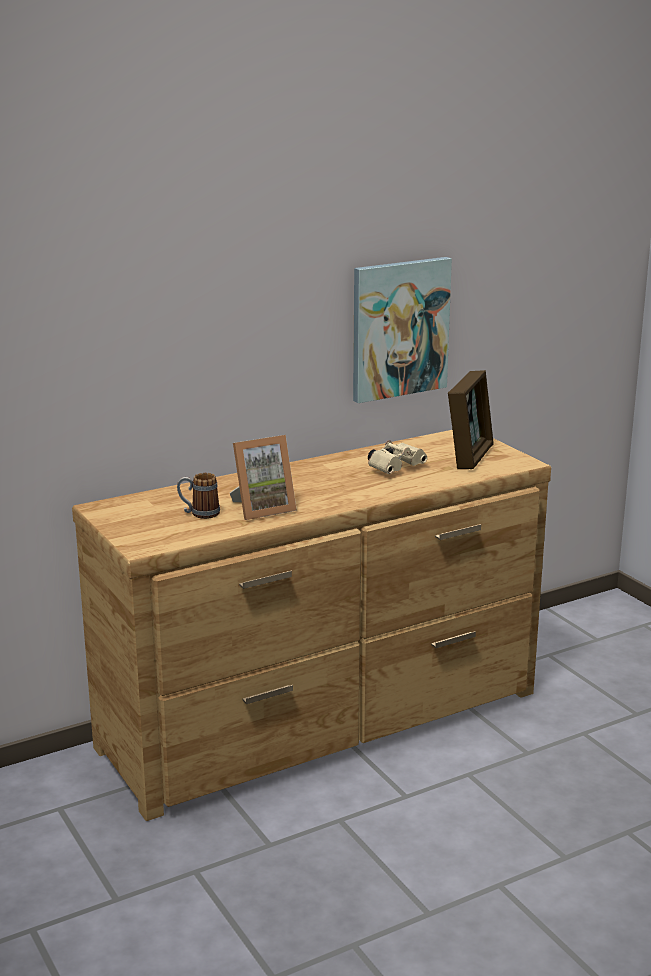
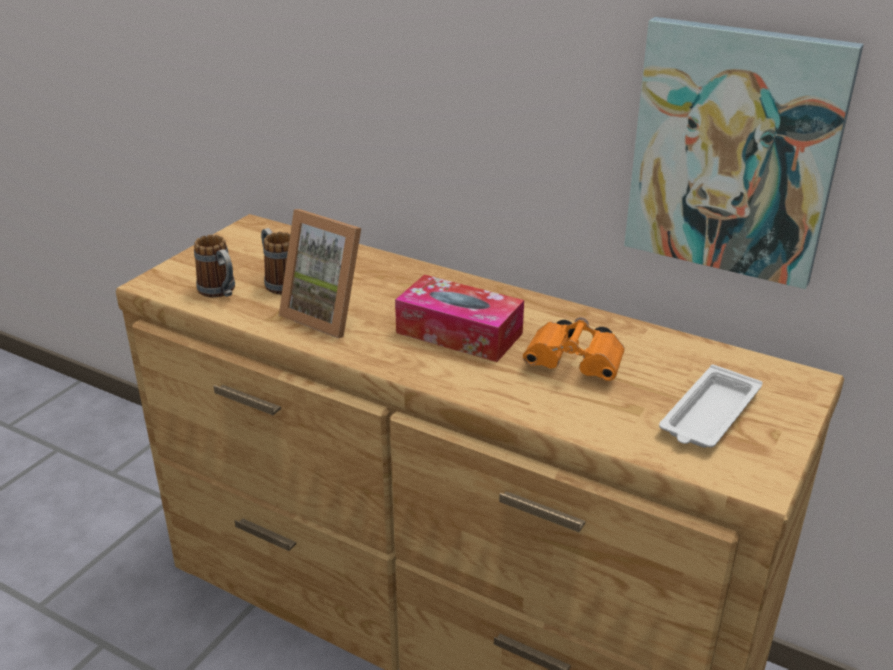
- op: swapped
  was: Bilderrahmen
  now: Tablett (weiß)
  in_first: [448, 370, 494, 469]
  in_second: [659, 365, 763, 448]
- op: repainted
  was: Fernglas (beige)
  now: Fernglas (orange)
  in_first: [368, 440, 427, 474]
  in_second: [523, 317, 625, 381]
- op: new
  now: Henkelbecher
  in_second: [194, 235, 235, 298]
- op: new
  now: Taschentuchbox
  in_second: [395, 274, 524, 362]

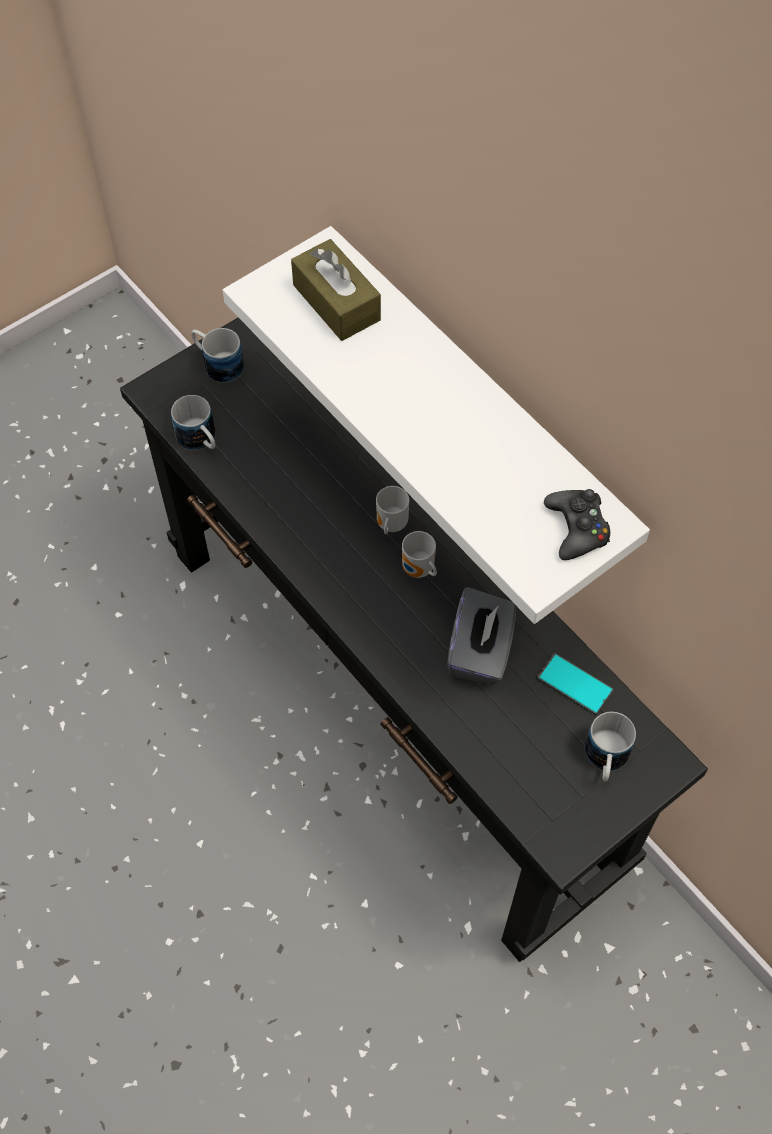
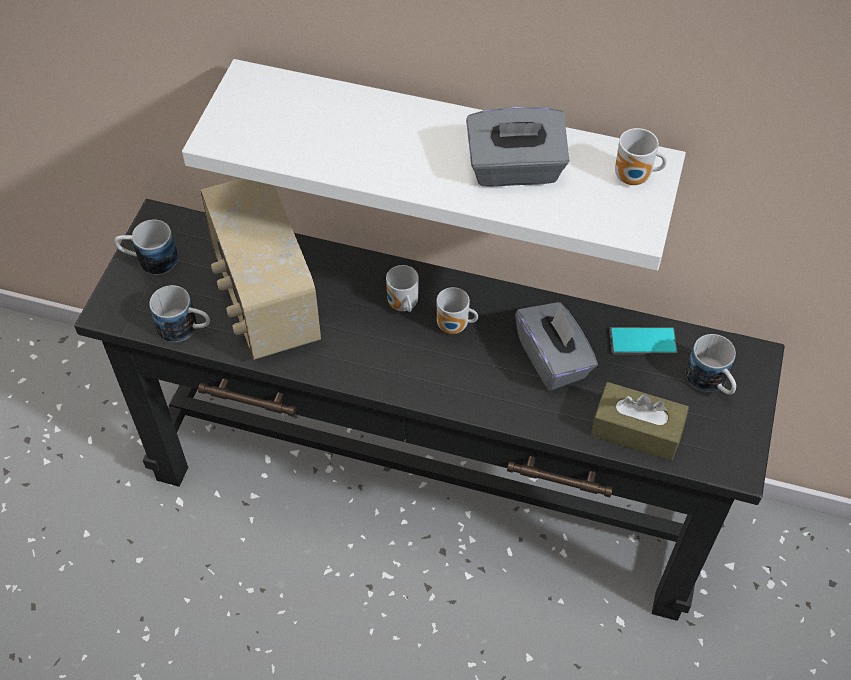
- op: shifted
  was: Taschentuchbox (braun)
  in_first: [291, 239, 381, 341]
  in_second: [591, 382, 689, 461]
- op: swapped
  was: Gamepad (schwarz)
  now: Henkelbecher
  in_first: [544, 489, 610, 560]
  in_second: [615, 128, 667, 185]
- op: new
  now: Taschentuchbox (grau)
  in_second: [466, 107, 569, 187]
- op: new
  now: Radio
  in_second: [200, 178, 321, 360]

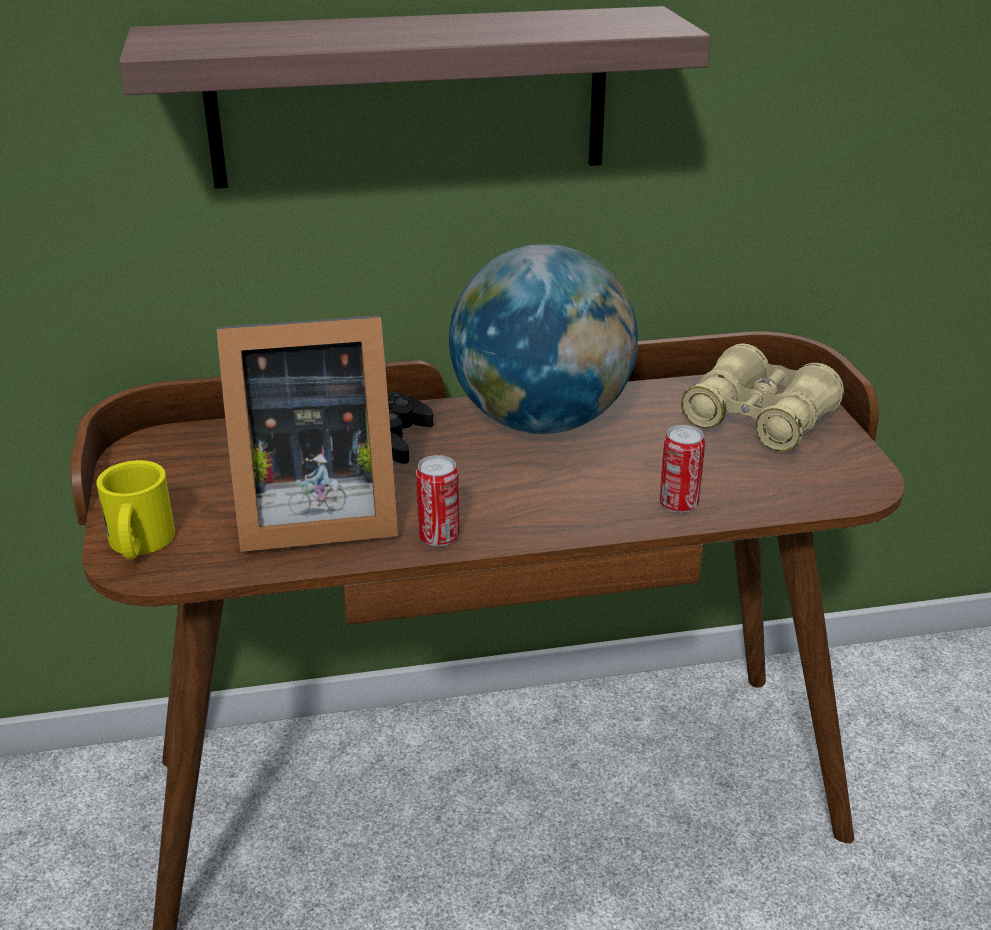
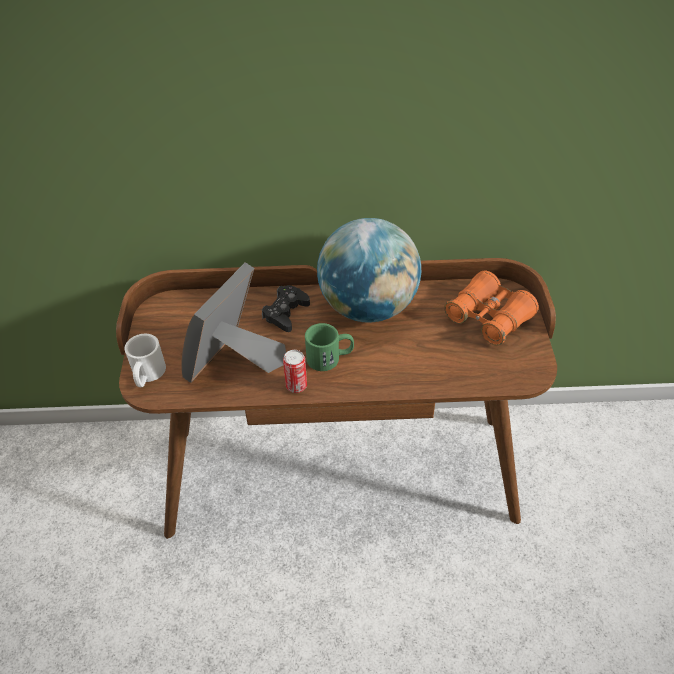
- op: gone
  was: Wandregal
  in_first: [119, 6, 711, 189]
- op: rotated
  was: Bilderrahmen
  in_first: [216, 315, 398, 552]
  in_second: [181, 262, 286, 383]
  clockwise: 120
- op: repainted
  was: Fernglas (beige)
  now: Fernglas (orange)
  in_first: [681, 344, 844, 452]
  in_second: [444, 271, 539, 345]
- op: gone
  was: Dose
  in_first: [659, 425, 705, 513]
- op: repainted
  was: Henkelbecher (gelb)
  now: Henkelbecher (weiß)
  in_first: [96, 460, 175, 559]
  in_second: [124, 334, 166, 387]
- op: new
  now: Henkelbecher (grün)
  in_second: [305, 323, 354, 371]

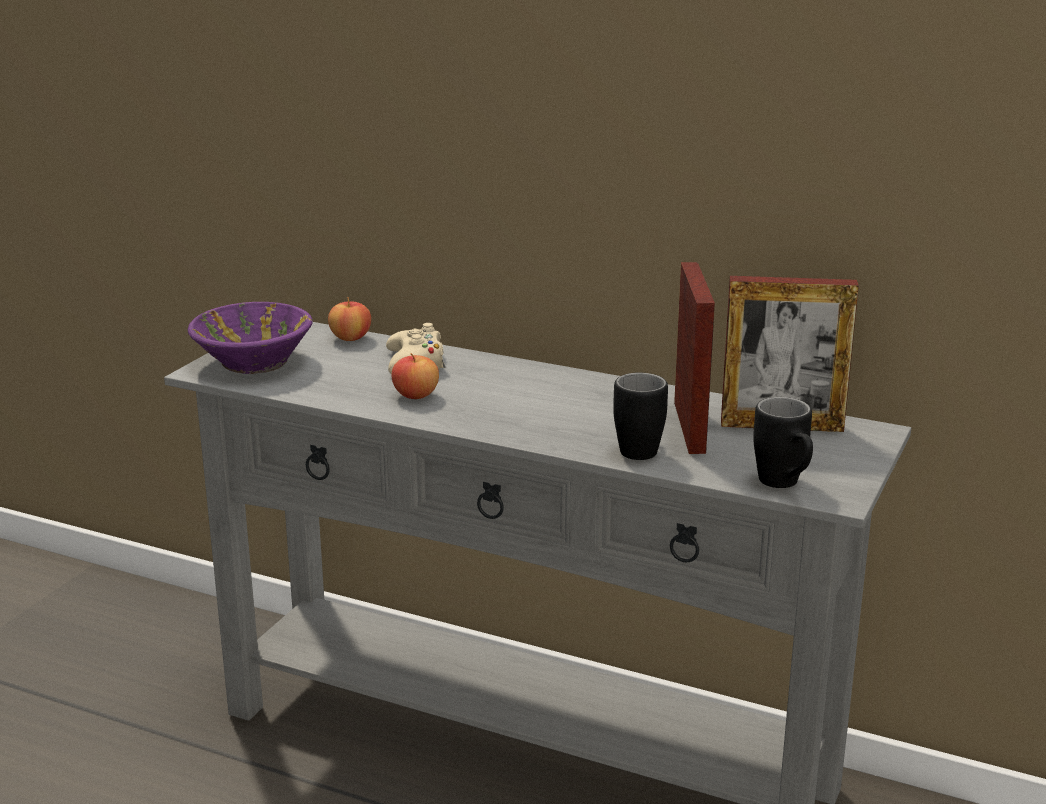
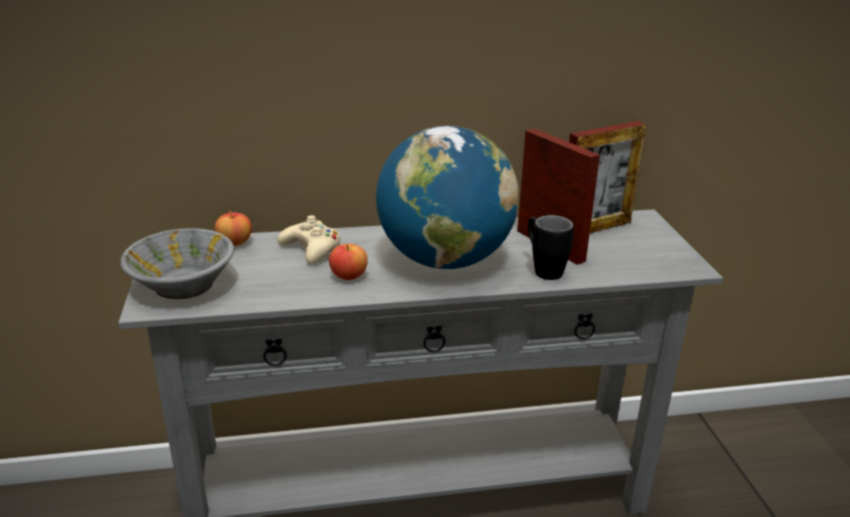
- op: repainted
  was: Schüssel (lila)
  now: Schüssel (grau)
  in_first: [188, 302, 312, 374]
  in_second: [120, 228, 234, 299]
- op: gone
  was: Henkelbecher (schwarz)
  in_first: [753, 397, 813, 488]
- op: new
  now: Globus
  in_second: [376, 126, 519, 269]

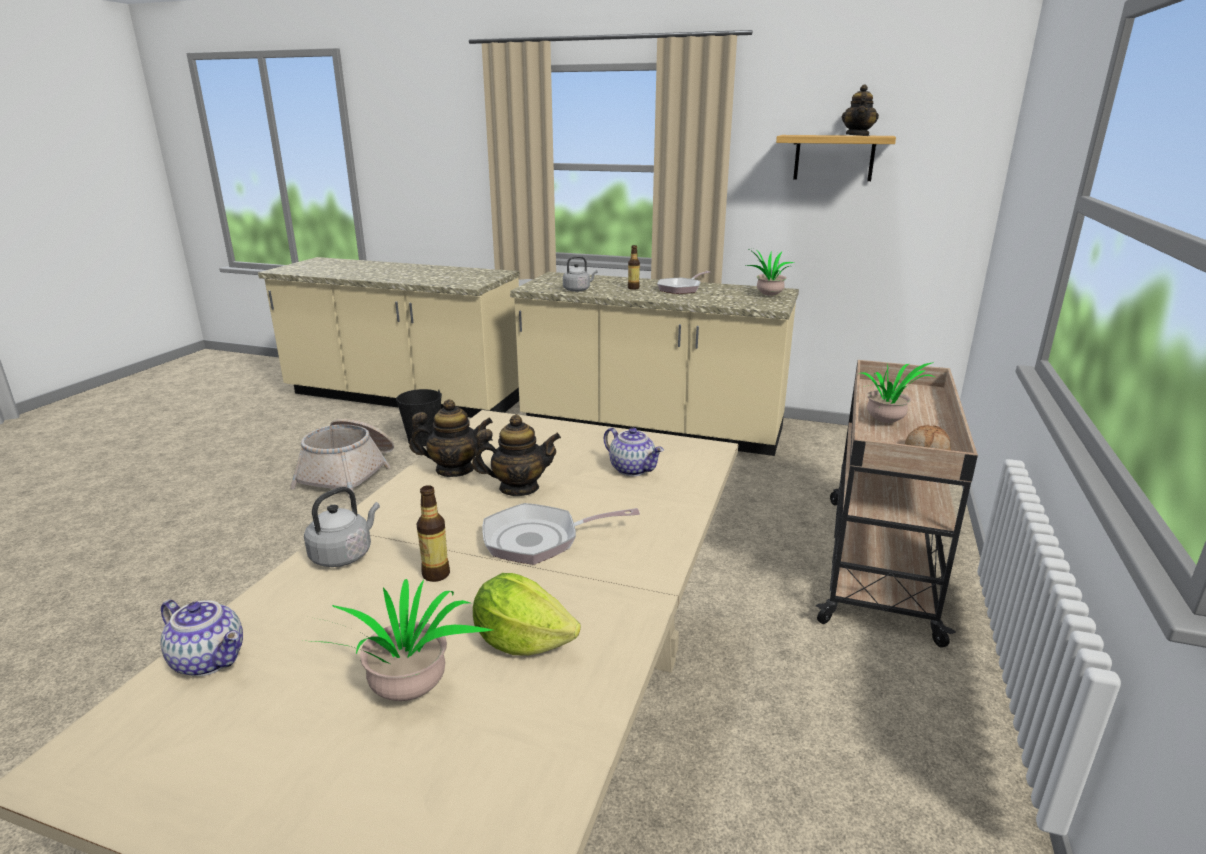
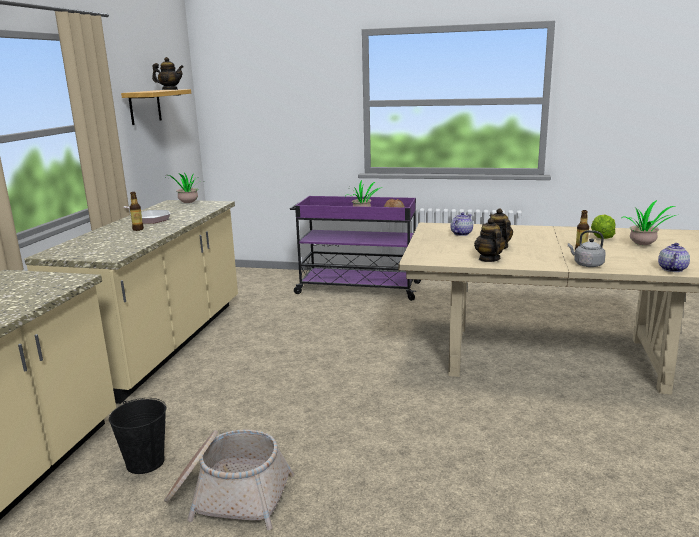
- op: gone
  was: Wasserkessel (grau)
  in_first: [563, 256, 597, 292]
- op: repainted
  was: Rollwagen (beige)
  now: Rollwagen (lila)
  in_first: [816, 360, 978, 648]
  in_second: [290, 196, 421, 301]
- op: gone
  was: Pfanne
  in_first: [482, 503, 640, 565]

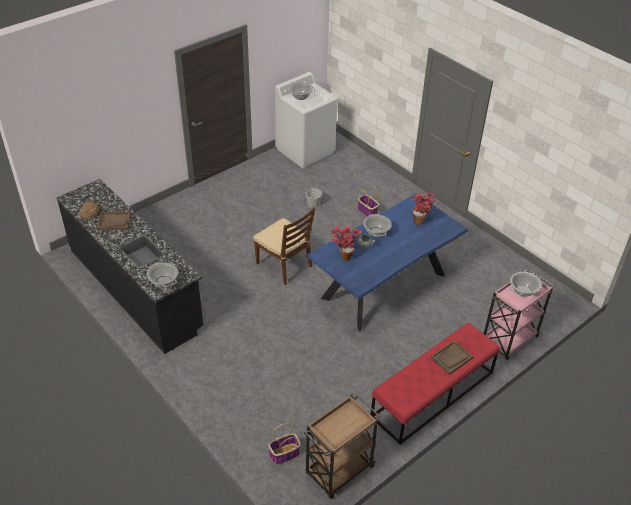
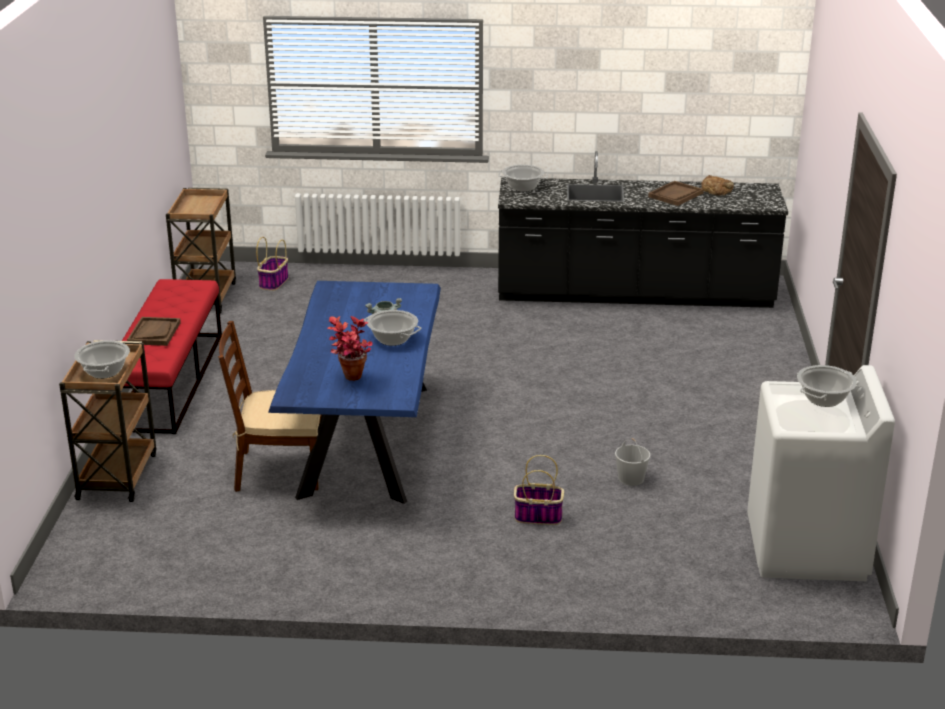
- op: shifted
  was: Stuhl (braun)
  in_first: [253, 207, 315, 285]
  in_second: [218, 321, 322, 492]
- op: gone
  was: Topfpflanze
  in_first: [331, 225, 362, 261]
- op: repainted
  was: Rollwagen (rosa)
  now: Rollwagen (braun)
  in_first: [484, 270, 554, 360]
  in_second: [59, 340, 156, 502]

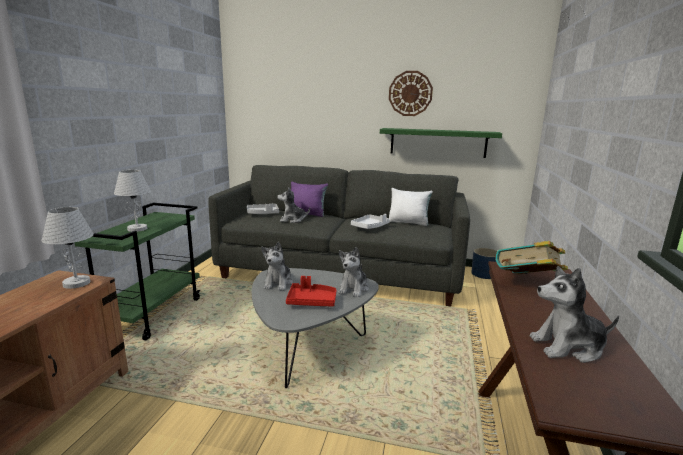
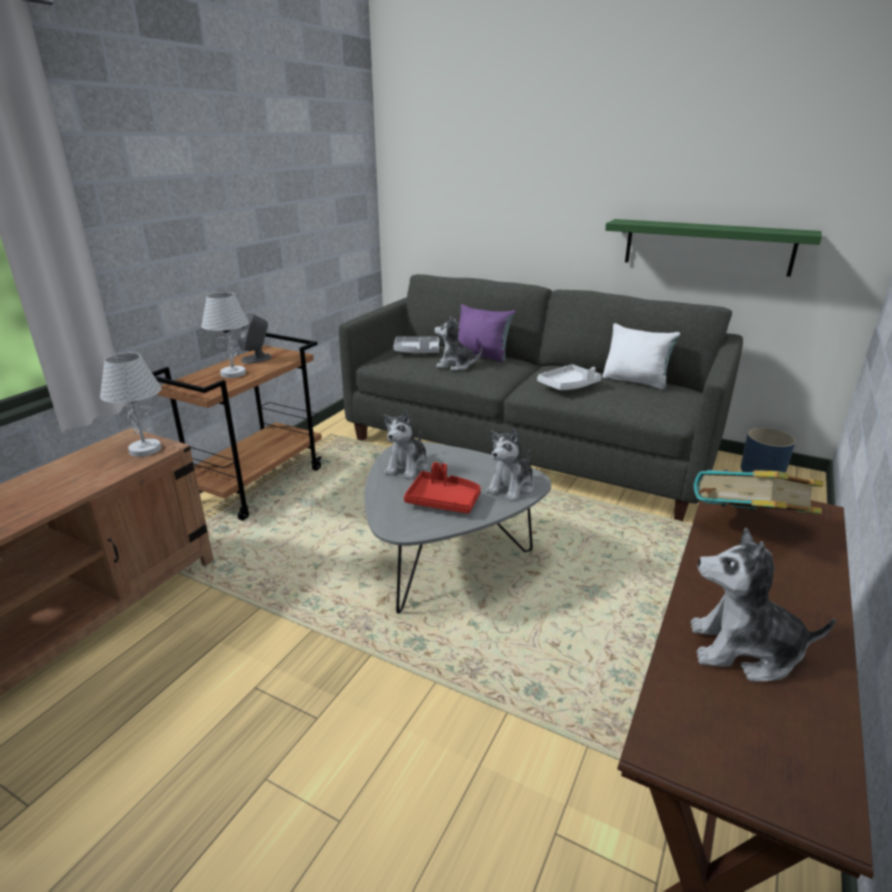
- op: gone
  was: Wanduhr
  in_first: [389, 71, 433, 116]
- op: repainted
  was: Rollwagen (grün)
  now: Rollwagen (braun)
  in_first: [75, 203, 201, 340]
  in_second: [152, 333, 322, 521]
- op: new
  now: Lautsprecher (grau)
  in_second: [237, 313, 272, 364]

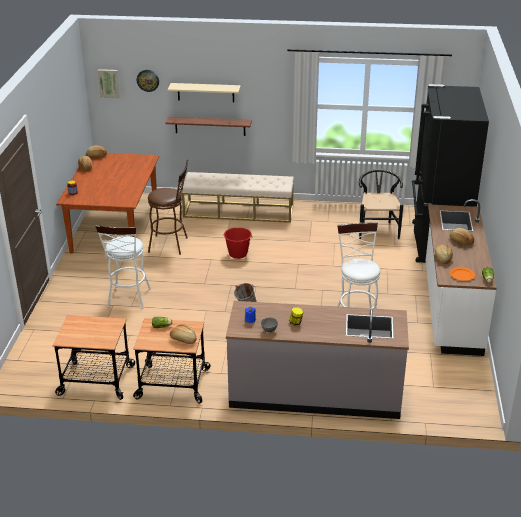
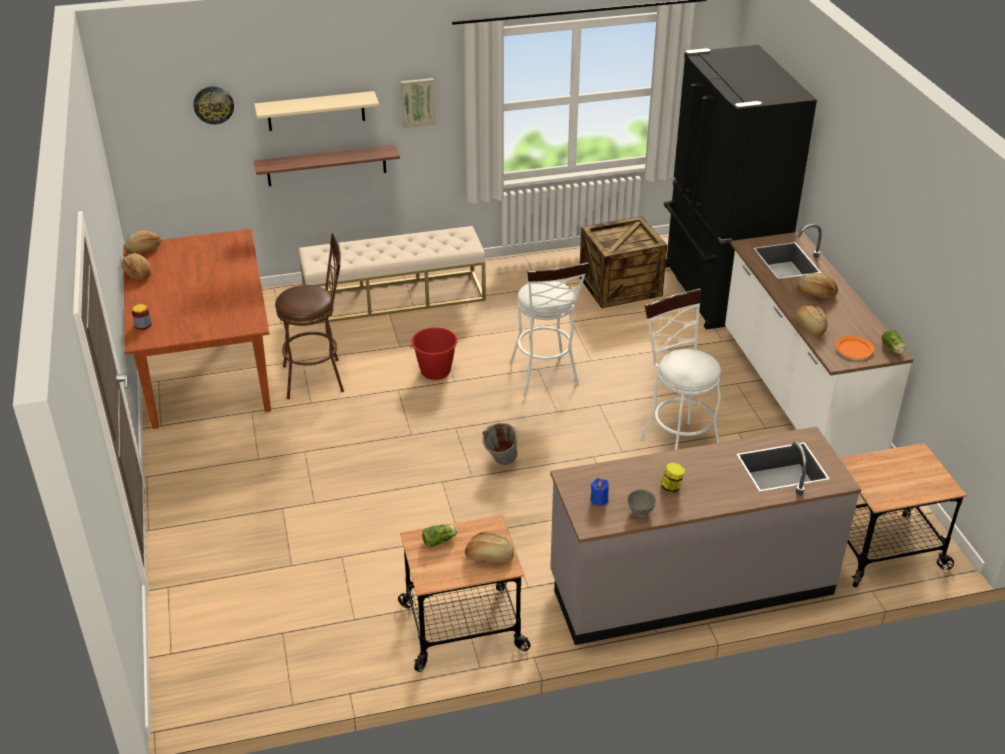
- op: shifted
  was: Bild
  in_first: [98, 69, 120, 98]
  in_second: [401, 78, 436, 128]
- op: swapped
  was: Stuhl (schwarz)
  now: Kiste
  in_first: [359, 169, 403, 239]
  in_second: [579, 216, 667, 308]
- op: shifted
  was: Hocker (weiß)
  in_first: [95, 225, 151, 309]
  in_second: [510, 262, 589, 394]
- op: shifted
  was: Rollwagen
  in_first: [53, 315, 135, 400]
  in_second: [840, 443, 967, 588]

